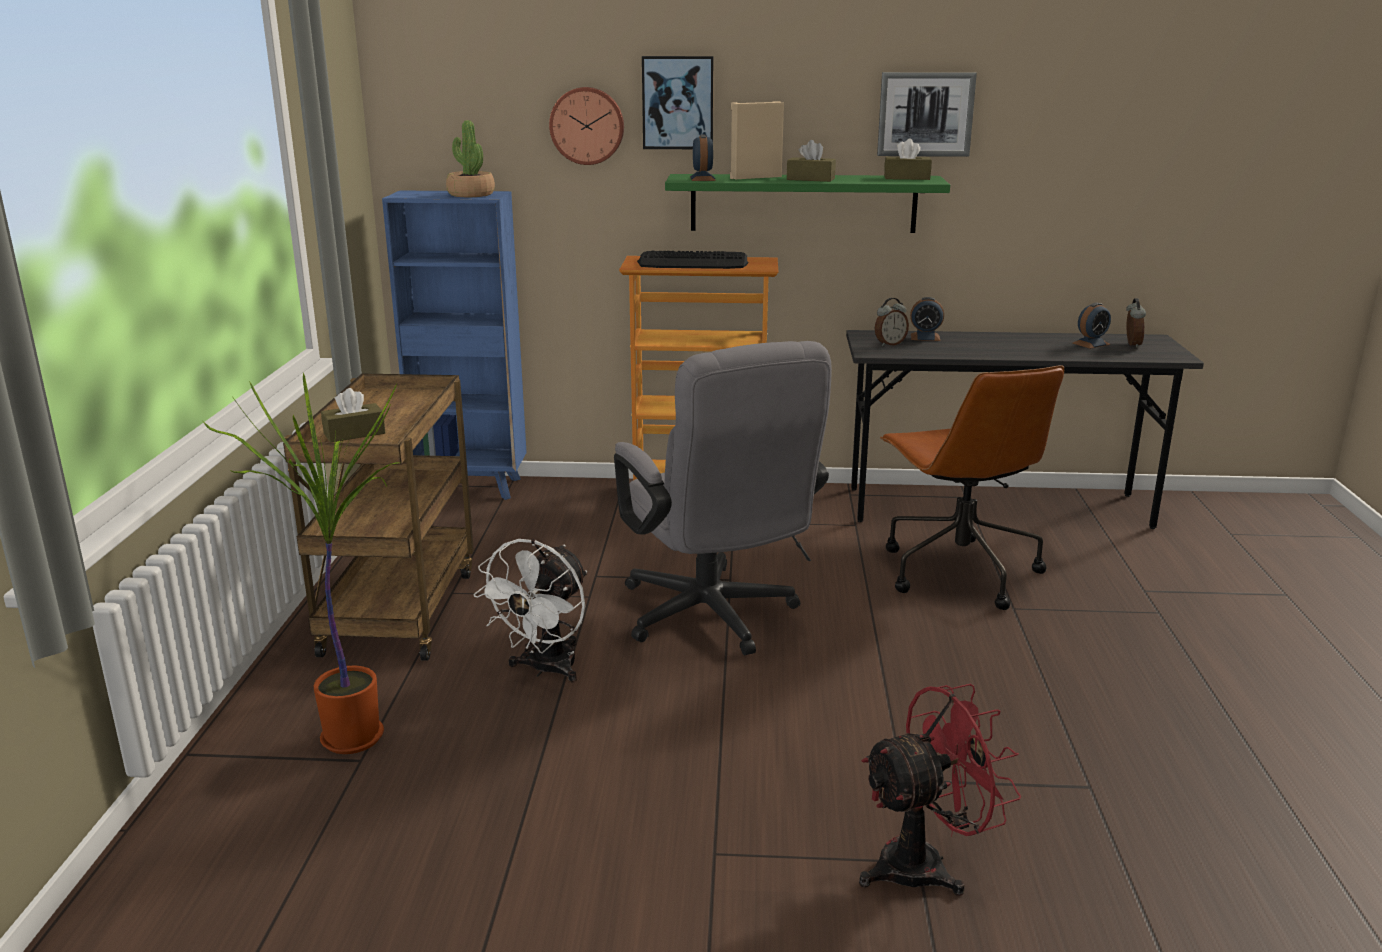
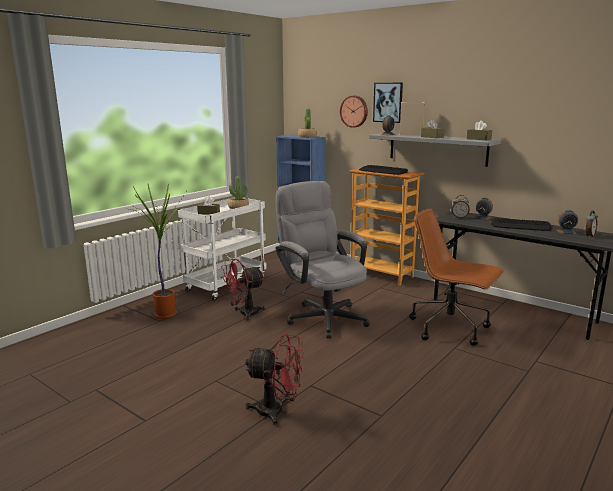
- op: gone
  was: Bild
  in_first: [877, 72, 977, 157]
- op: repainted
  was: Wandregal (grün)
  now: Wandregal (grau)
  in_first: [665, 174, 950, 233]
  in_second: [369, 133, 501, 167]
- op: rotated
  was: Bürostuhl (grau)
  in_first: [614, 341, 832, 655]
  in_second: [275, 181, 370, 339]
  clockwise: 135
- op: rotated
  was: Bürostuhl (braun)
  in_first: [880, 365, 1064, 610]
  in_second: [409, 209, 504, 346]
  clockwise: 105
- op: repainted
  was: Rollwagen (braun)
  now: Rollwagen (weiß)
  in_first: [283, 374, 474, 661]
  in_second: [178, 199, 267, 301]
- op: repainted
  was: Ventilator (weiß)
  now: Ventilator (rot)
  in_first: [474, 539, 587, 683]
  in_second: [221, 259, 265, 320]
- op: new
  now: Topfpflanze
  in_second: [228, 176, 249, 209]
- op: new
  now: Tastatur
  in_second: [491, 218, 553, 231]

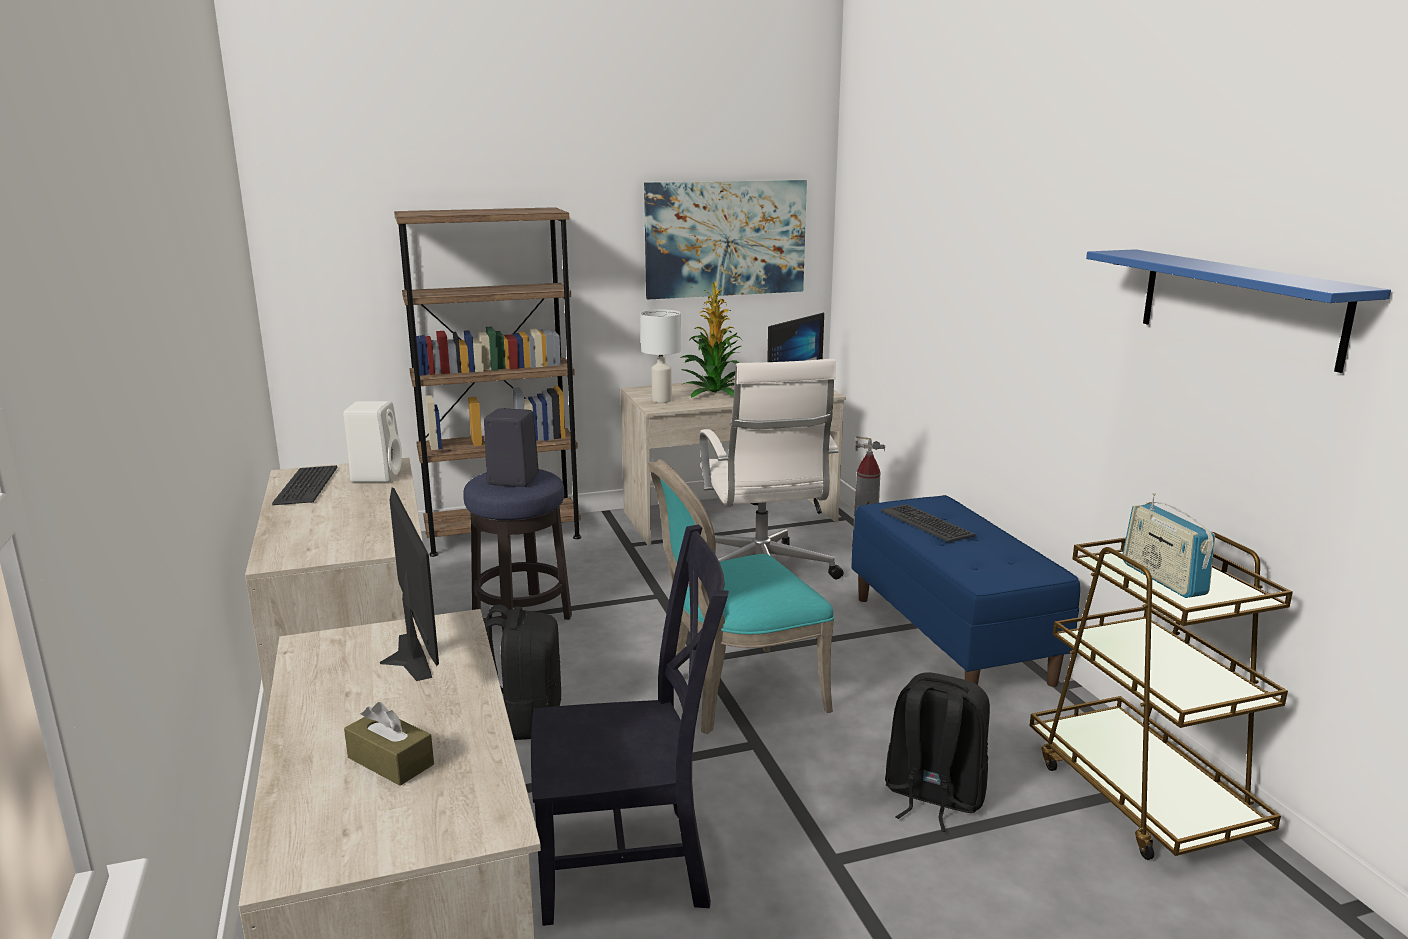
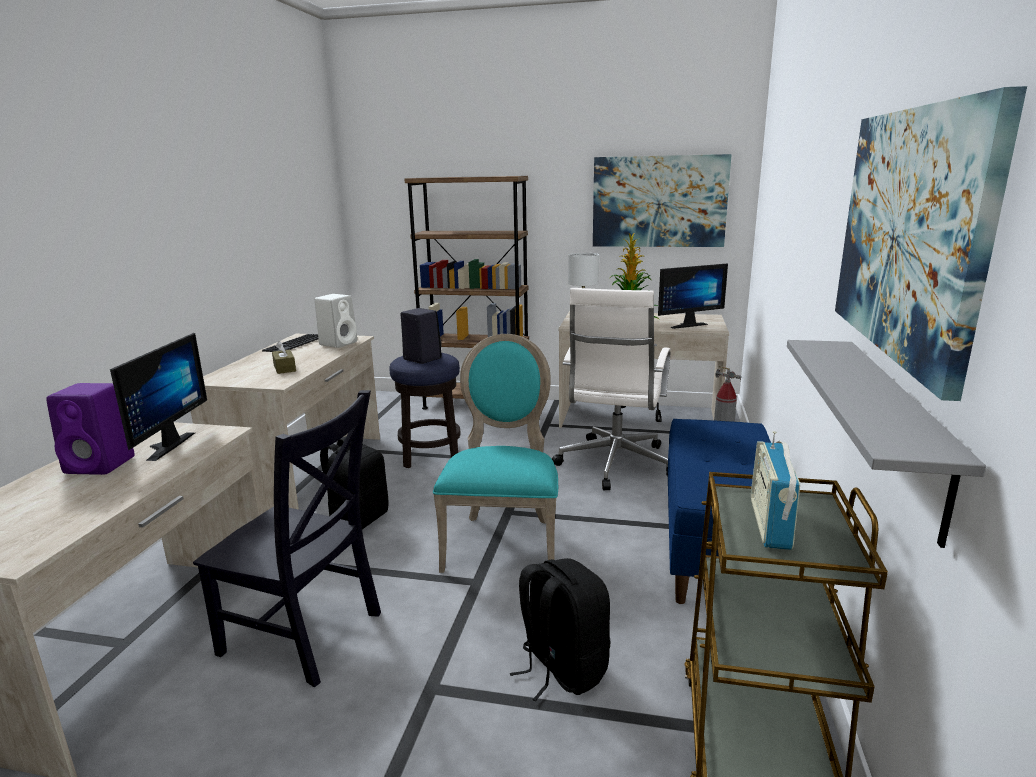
- op: swapped
  was: Wandregal (blau)
  now: Bild
  in_first: [1086, 249, 1391, 373]
  in_second: [835, 86, 1027, 401]
- op: rotated
  was: Stuhl (türkis)
  in_first: [648, 459, 834, 734]
  in_second: [433, 334, 558, 573]
  clockwise: 90
- op: gone
  was: Tastatur
  in_first: [881, 504, 975, 542]
- op: shifted
  was: Taschentuchbox (braun)
  in_first: [344, 702, 434, 786]
  in_second: [272, 341, 296, 374]
- op: new
  now: Wandregal (grau)
  in_second: [787, 340, 986, 548]
- op: new
  now: Lautsprecher (lila)
  in_second: [46, 383, 135, 475]

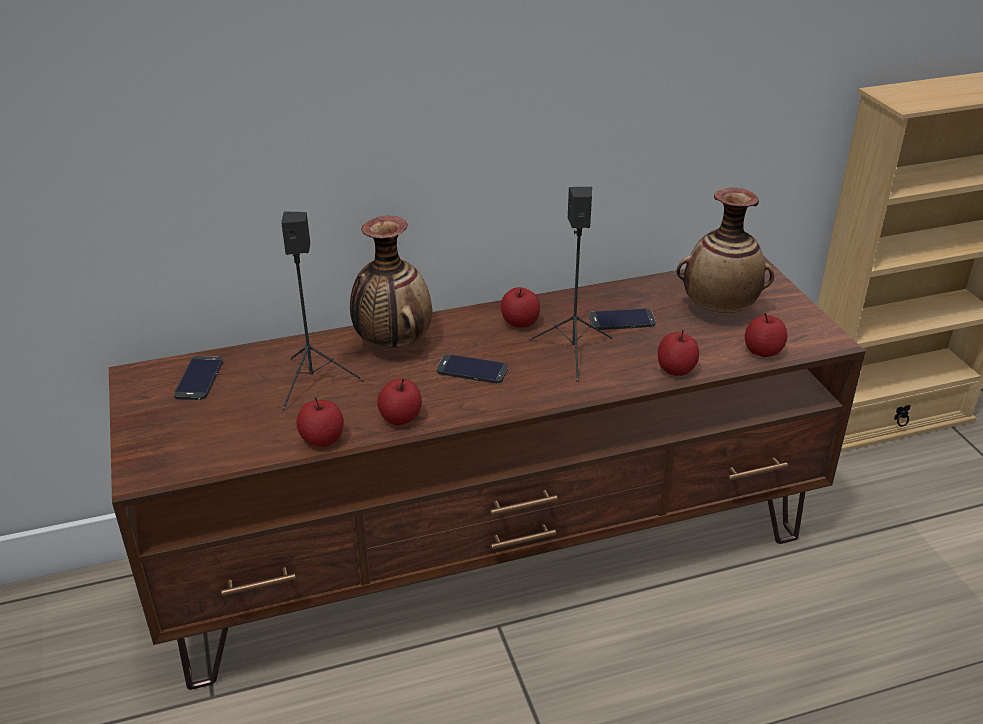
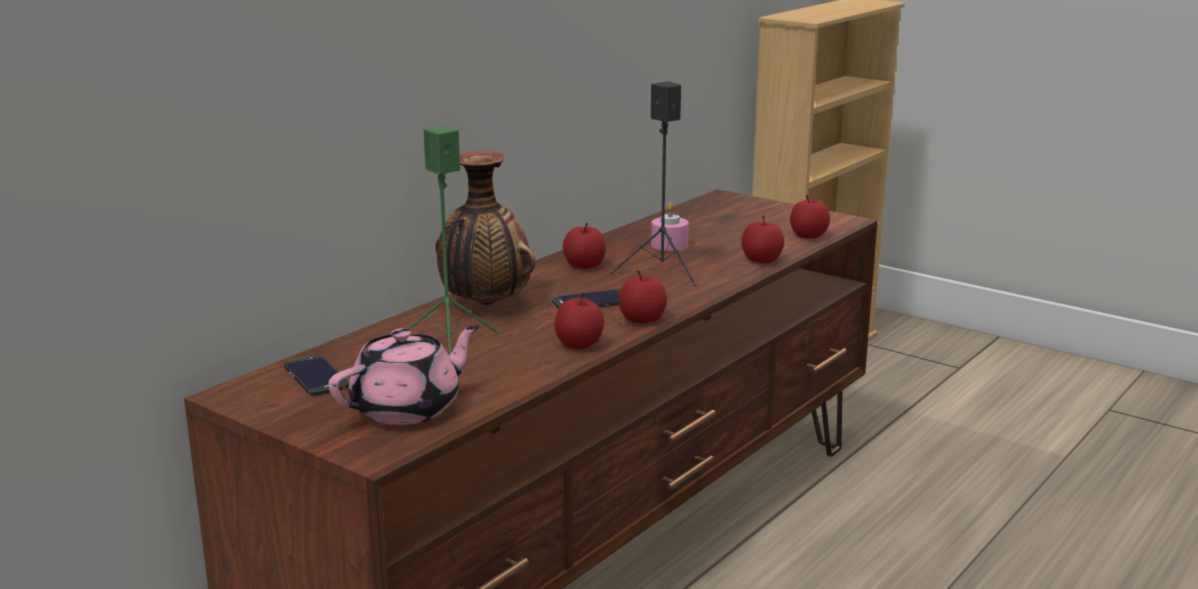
- op: gone
  was: Vase
  in_first: [677, 188, 774, 313]
- op: repainted
  was: Lautsprecher (schwarz)
  now: Lautsprecher (grün)
  in_first: [281, 212, 364, 411]
  in_second: [407, 126, 500, 355]
- op: swapped
  was: Handy
  now: Kerze (rosa)
  in_first: [589, 309, 656, 330]
  in_second: [651, 203, 689, 251]
- op: shifted
  was: Apfel
  in_first: [296, 398, 344, 447]
  in_second: [619, 270, 667, 324]
- op: new
  now: Teekanne (rosa)
  in_second: [328, 325, 480, 425]

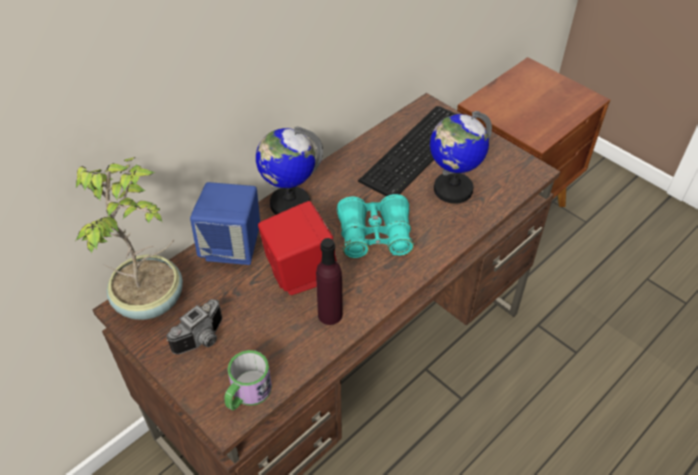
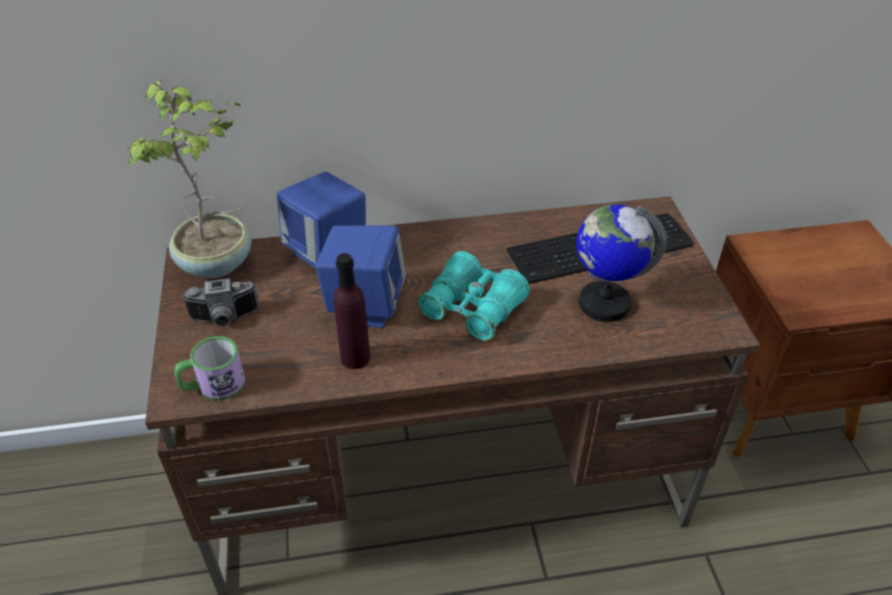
- op: gone
  was: Globus
  in_first: [256, 127, 323, 215]
- op: repainted
  was: Lautsprecher (rot)
  now: Lautsprecher (blau)
  in_first: [258, 201, 337, 295]
  in_second: [316, 225, 406, 328]

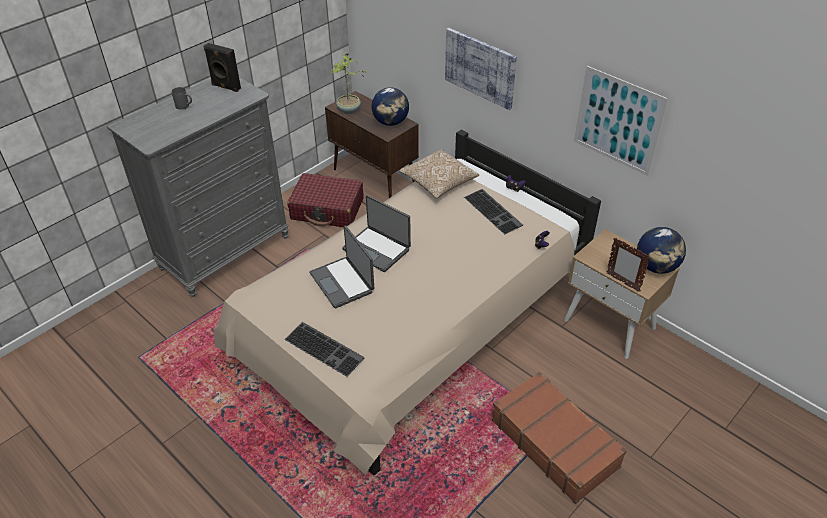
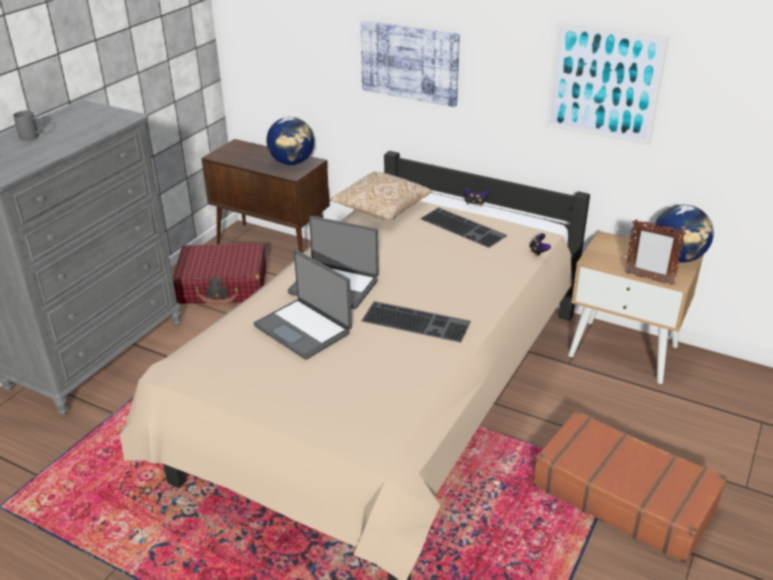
- op: gone
  was: Lautsprecher (schwarz)
  in_first: [204, 43, 241, 92]
- op: gone
  was: Topfpflanze
  in_first: [332, 52, 366, 114]
- op: shifted
  was: Tastatur
  in_first: [284, 322, 365, 377]
  in_second: [362, 301, 471, 343]

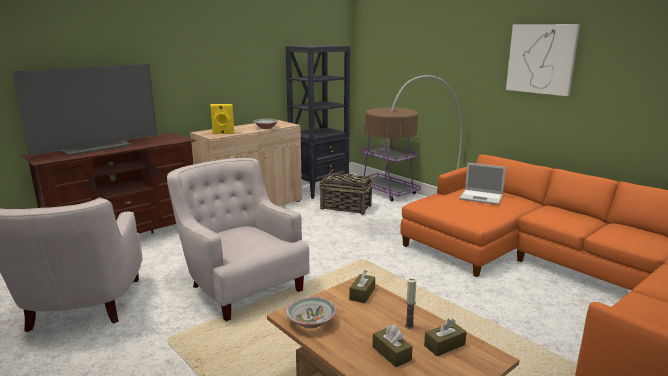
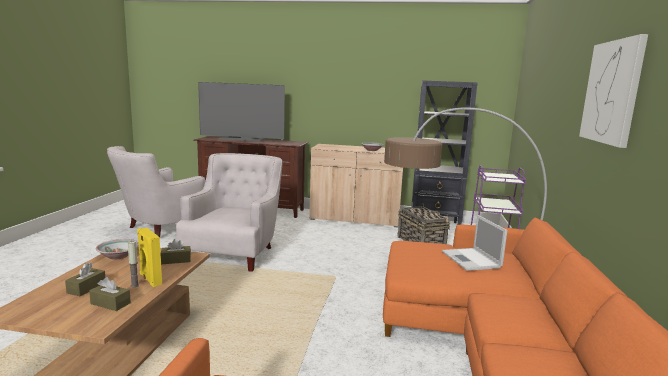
- op: shifted
  was: Lautsprecher (gelb)
  in_first: [210, 104, 234, 134]
  in_second: [137, 228, 162, 287]

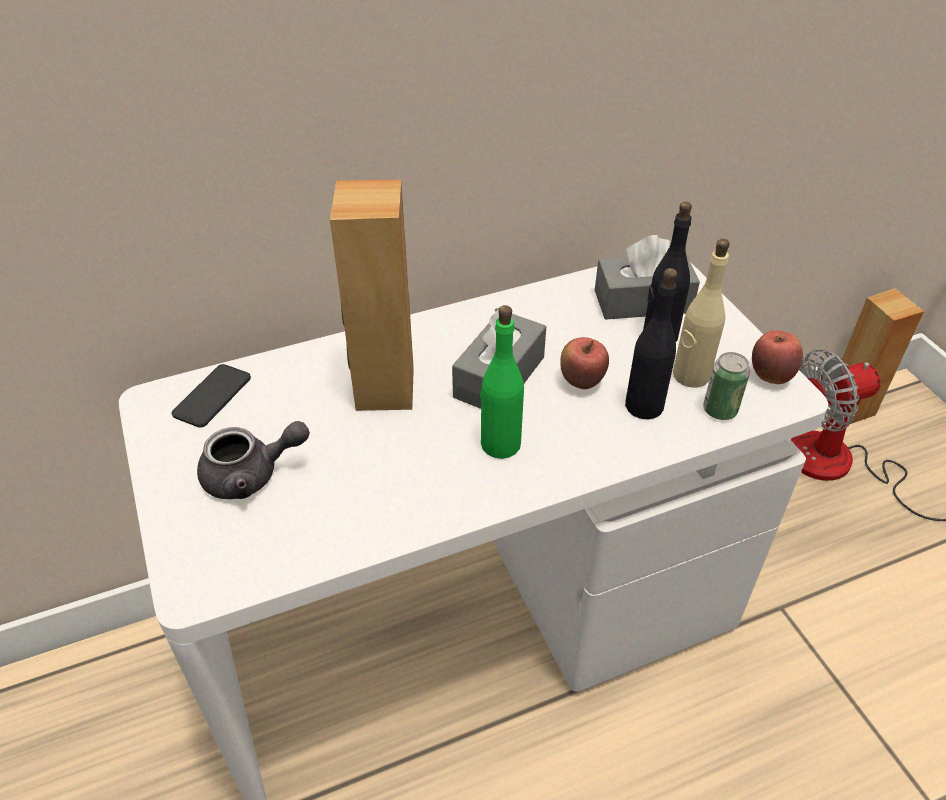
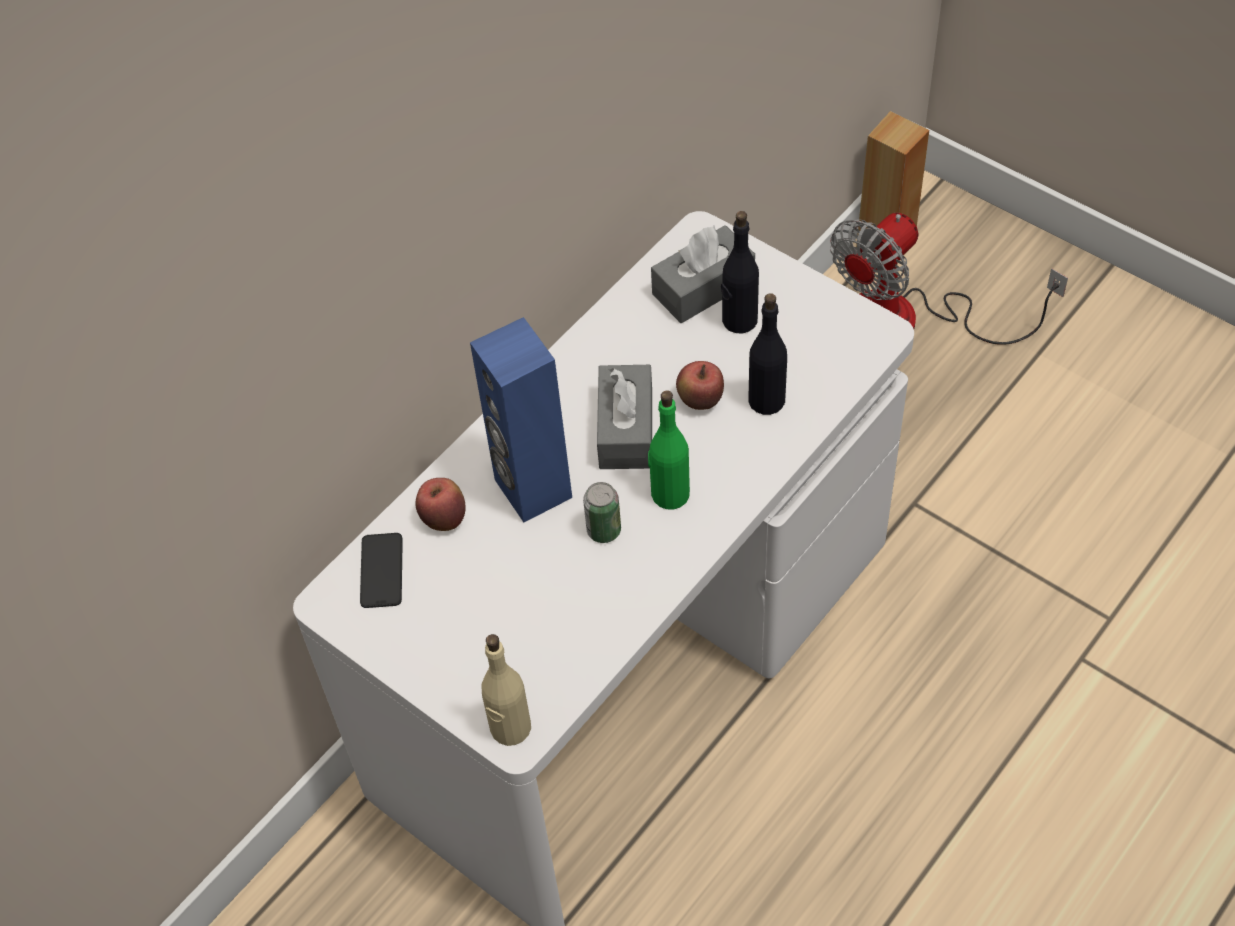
- op: repainted
  was: Lautsprecher (braun)
  now: Lautsprecher (blau)
  in_first: [330, 180, 414, 411]
  in_second: [470, 317, 572, 523]
- op: shifted
  was: Flasche (beige)
  in_first: [673, 239, 730, 388]
  in_second: [481, 634, 531, 746]
- op: shifted
  was: Apfel
  in_first: [752, 330, 803, 384]
  in_second: [415, 478, 466, 531]
- op: shifted
  was: Dose
  in_first: [703, 352, 750, 420]
  in_second: [583, 482, 621, 543]
- op: gone
  was: Teekanne (grau)
  in_first: [197, 421, 310, 499]

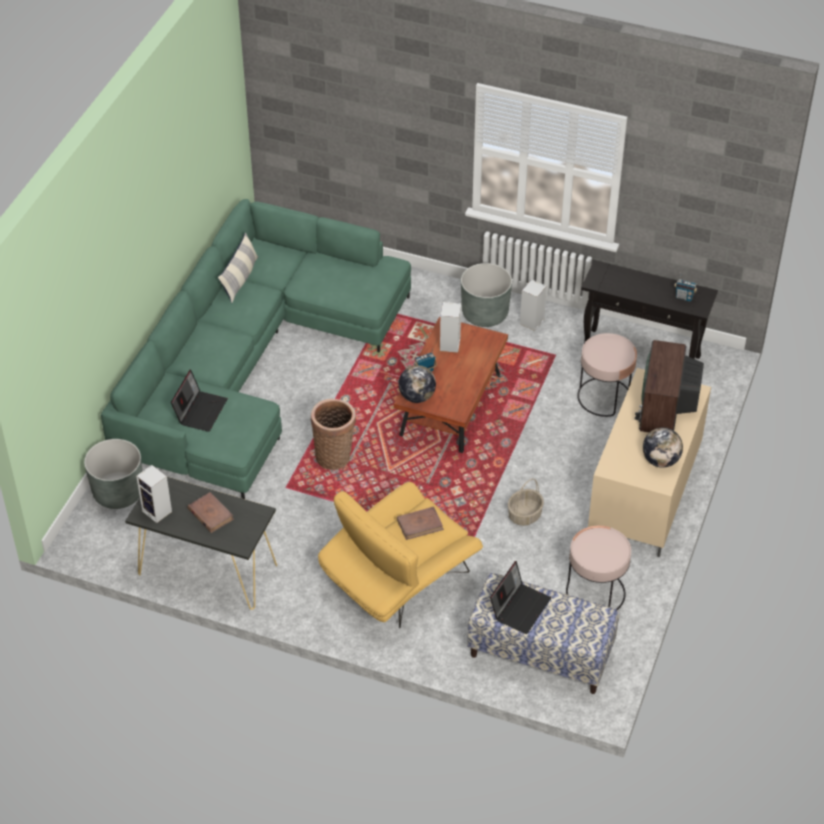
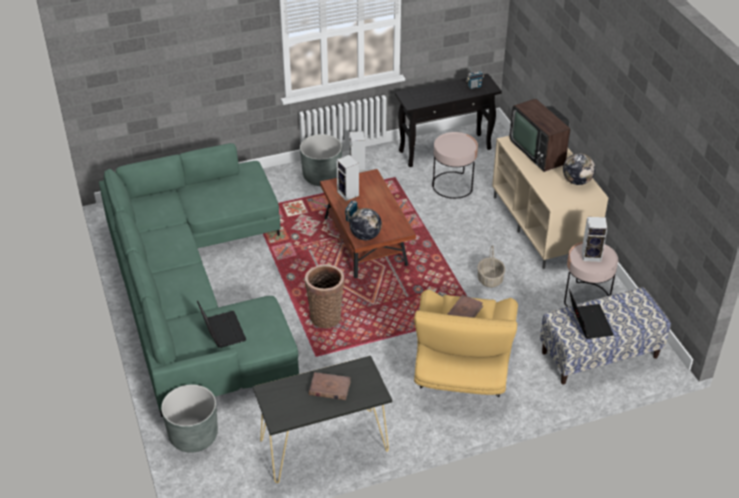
- op: gone
  was: Kissen
  in_first: [218, 232, 258, 303]
- op: shifted
  was: Lautsprecher
  in_first: [136, 465, 172, 523]
  in_second: [582, 217, 607, 262]

